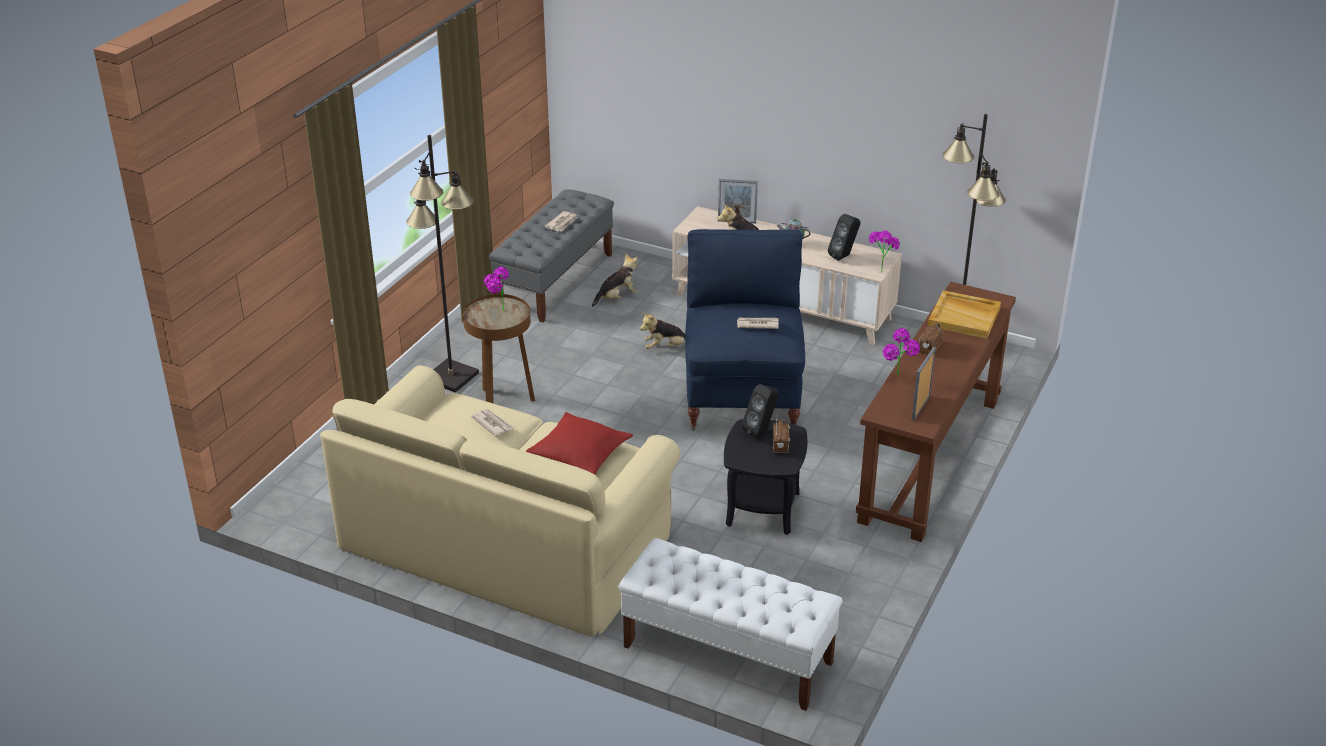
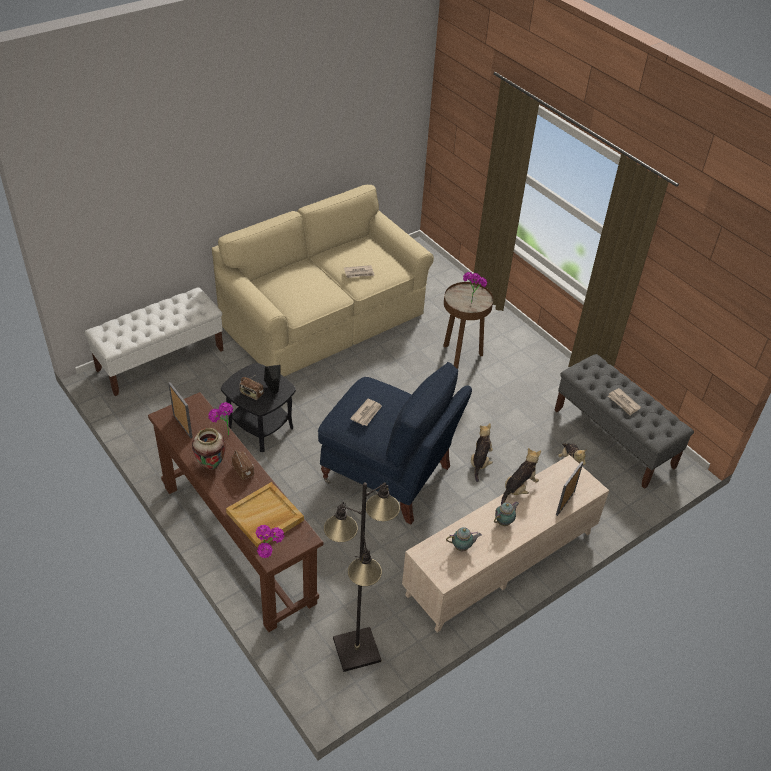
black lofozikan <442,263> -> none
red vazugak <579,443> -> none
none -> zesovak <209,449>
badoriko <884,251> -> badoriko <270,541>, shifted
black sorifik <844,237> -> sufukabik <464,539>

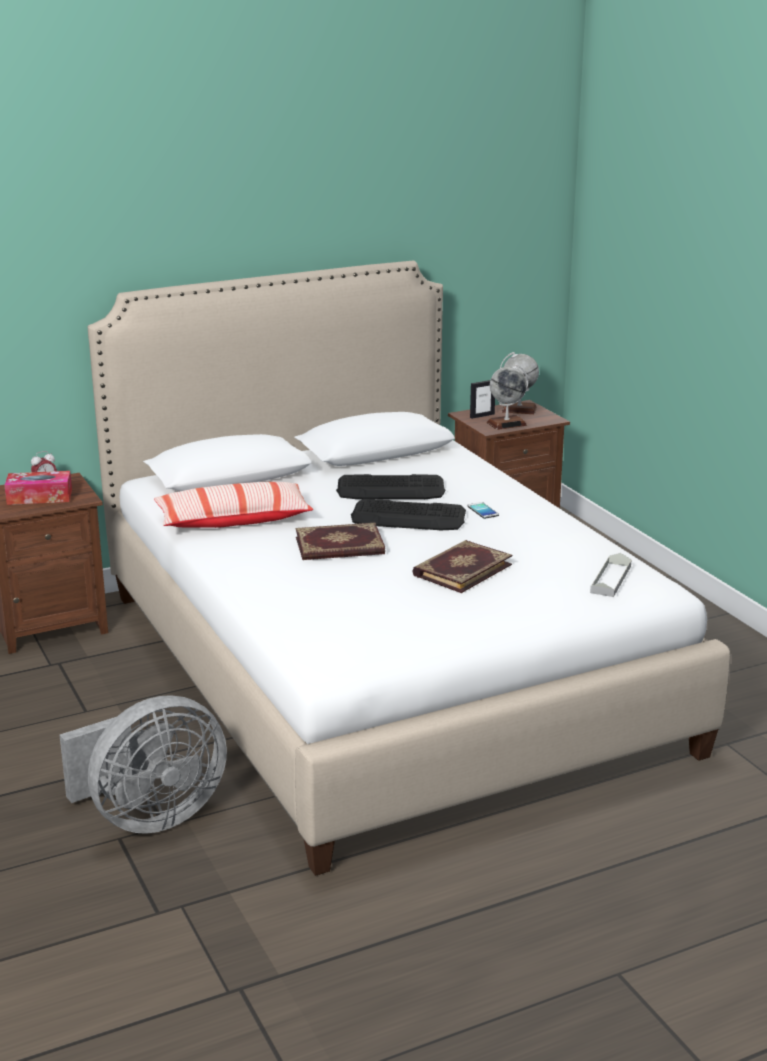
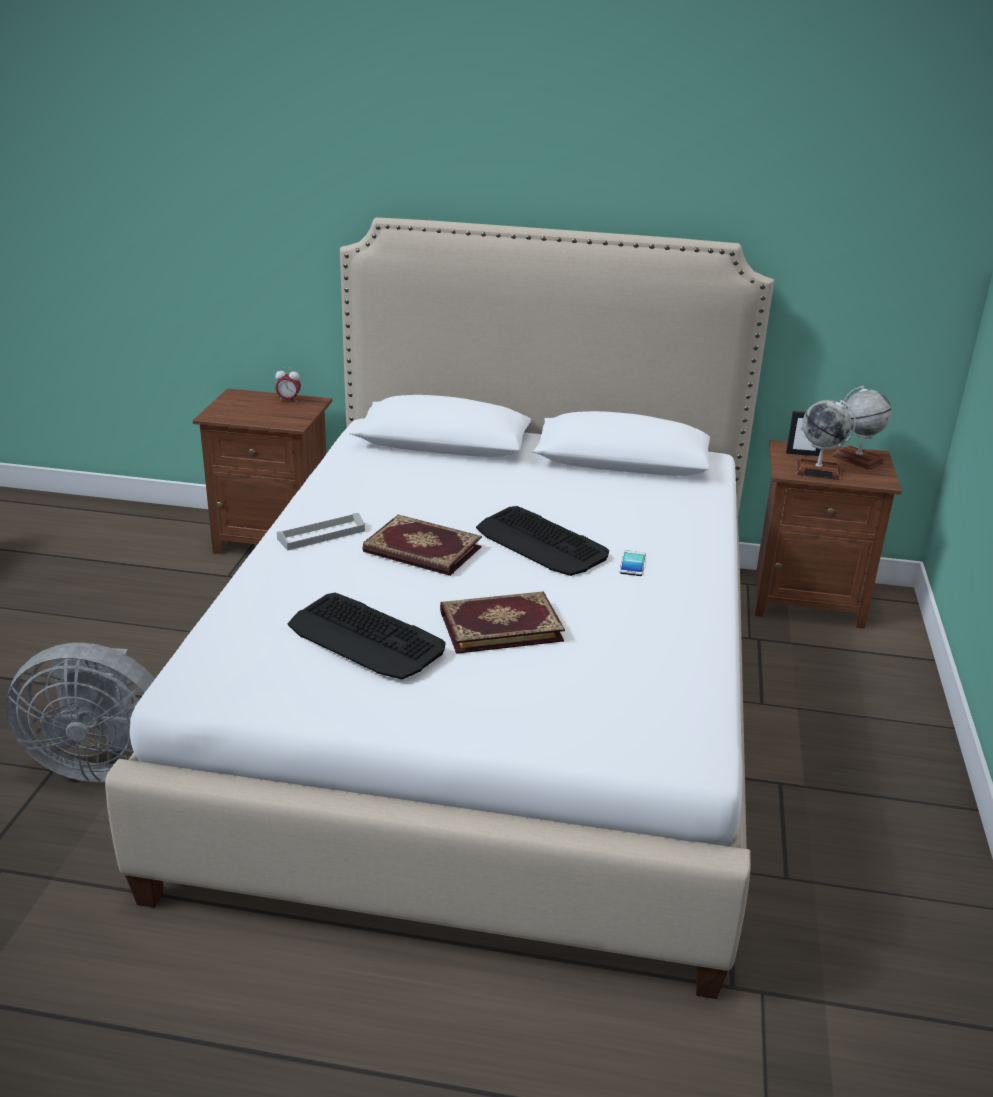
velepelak <38,488> -> none
vazugak <233,505> -> none
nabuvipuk <391,486> -> nabuvipuk <366,636>, shifted
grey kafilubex <611,575> -> grey kafilubex <321,532>, shifted

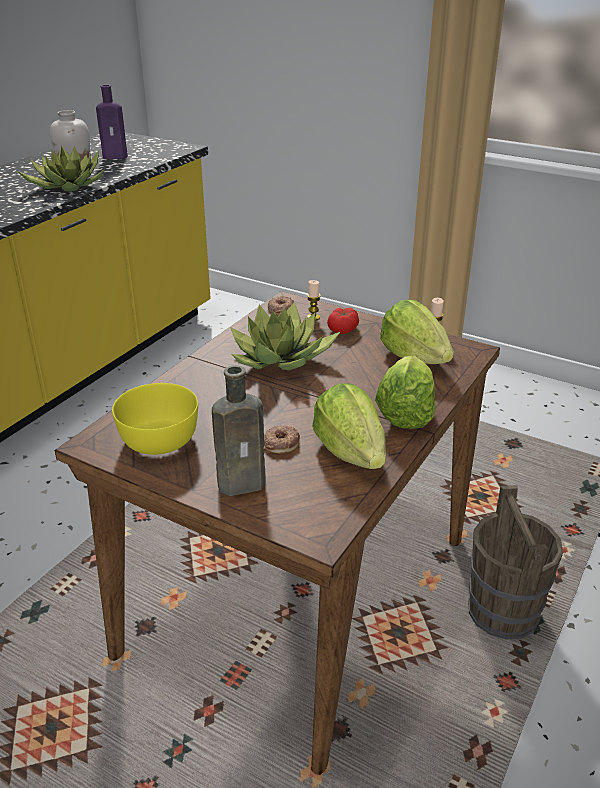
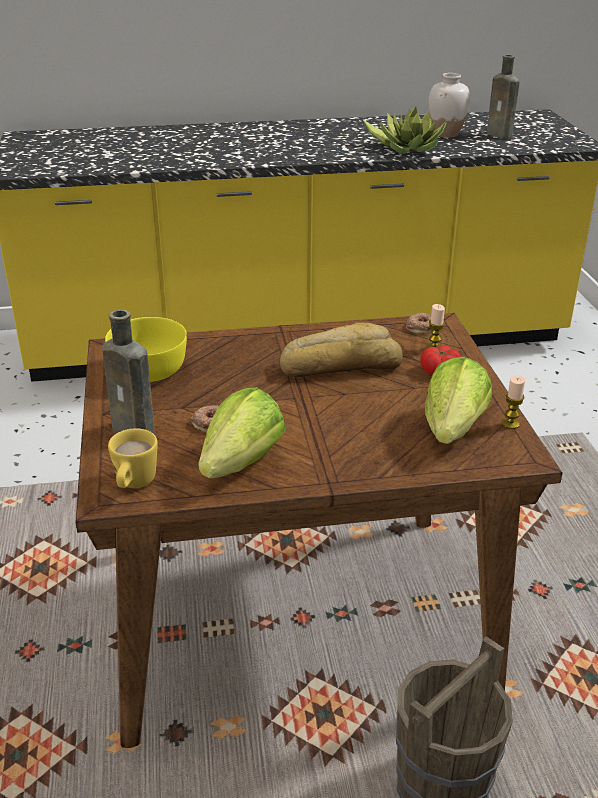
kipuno <405,392> -> none
none -> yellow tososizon <133,458>
badoriko <285,336> -> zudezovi <341,350>
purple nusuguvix <113,122> -> brown nusuguvix <503,96>

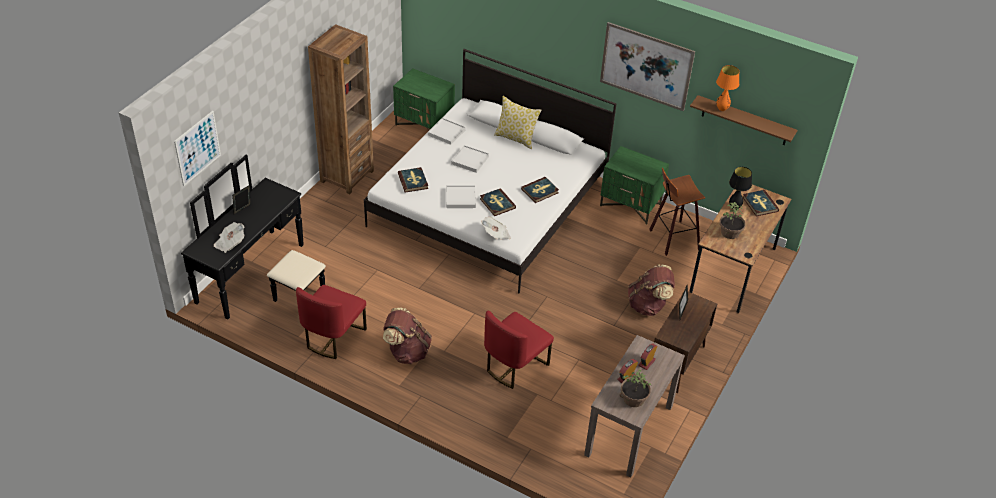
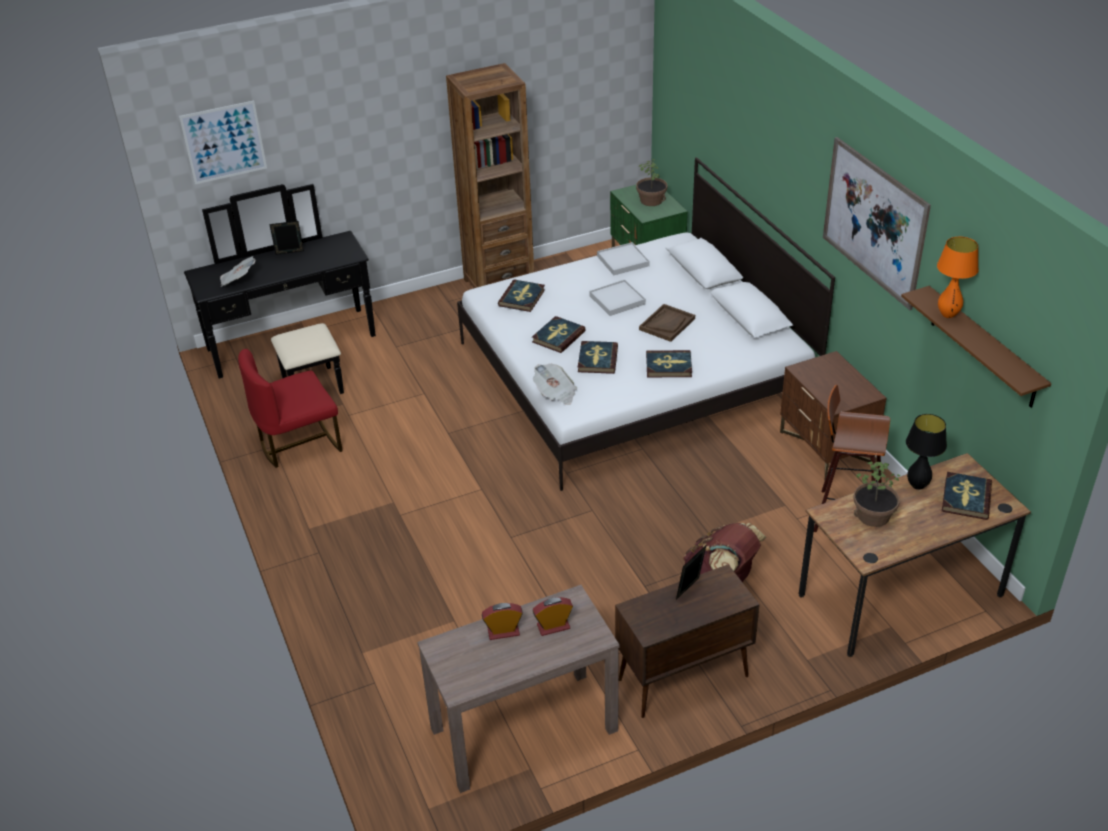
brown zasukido <407,336> -> none
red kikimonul <519,349> -> none
vazugak <517,122> -> none
none -> brown kafilubex <667,323>
badoriko <635,388> -> badoriko <651,182>, shifted
white kafilubex <461,196> -> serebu <559,334>
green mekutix <634,185> -> brown mekutix <833,416>

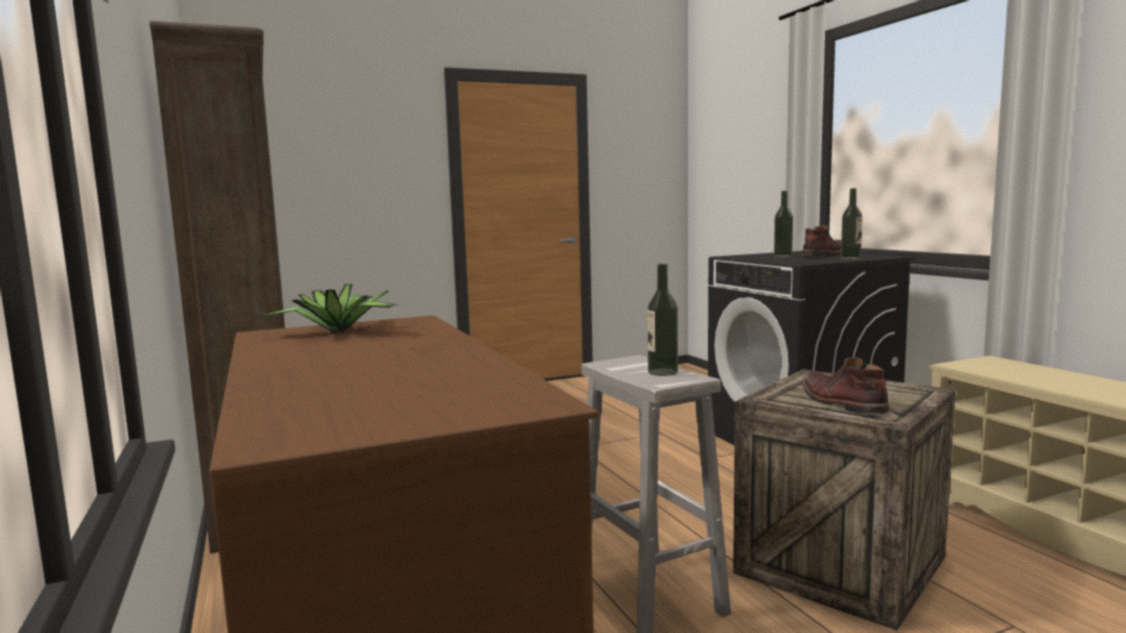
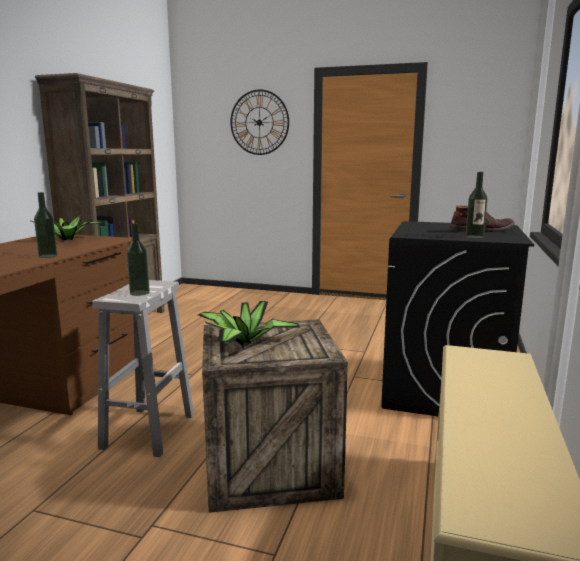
none -> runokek <259,122>
nusuguvix <783,224> -> nusuguvix <46,225>, shifted
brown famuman <846,385> -> badoriko <249,323>

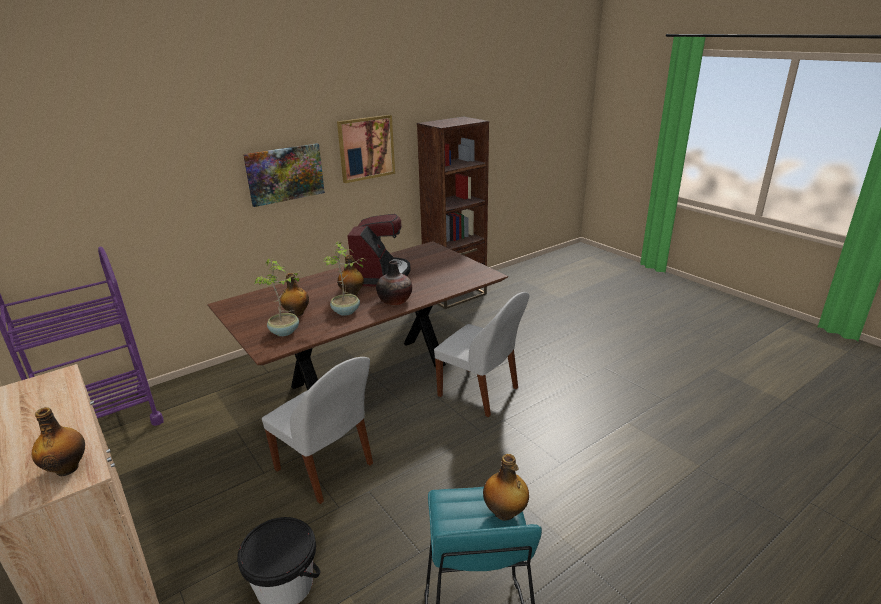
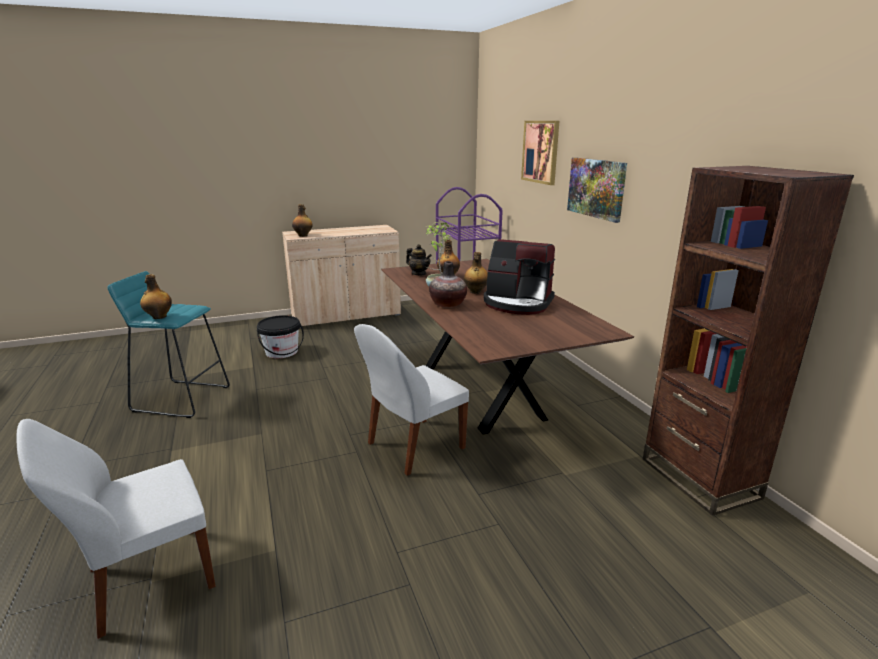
white kikimonul <317,430> -> white kikimonul <116,529>, shifted
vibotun <366,149> -> vibotun <540,153>, shifted
badoriko <278,297> -> sufukabik <419,259>

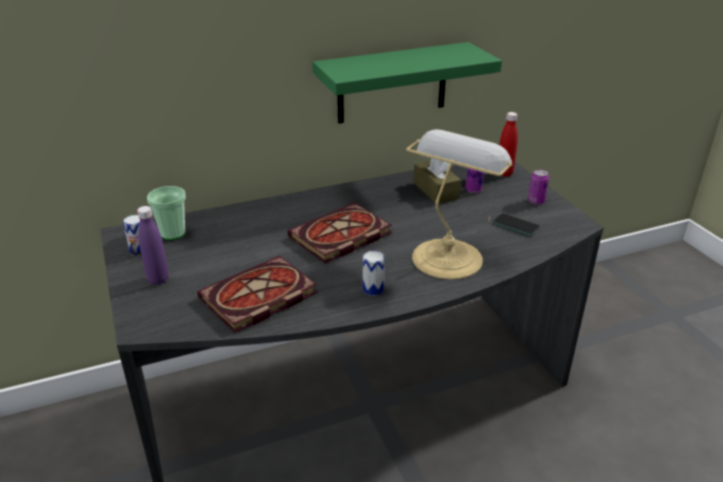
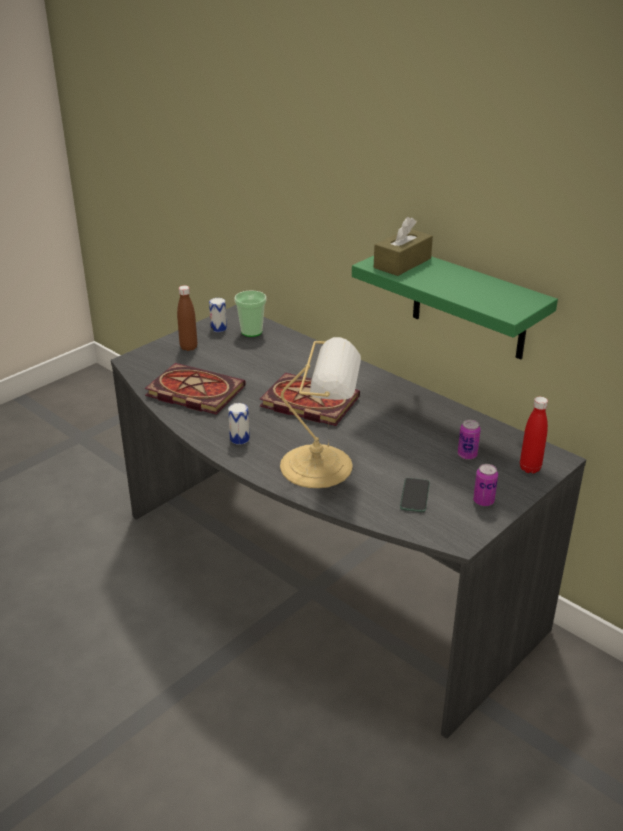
brown velepelak <437,181> -> brown velepelak <403,246>, shifted
purple nusuguvix <153,245> -> brown nusuguvix <187,318>

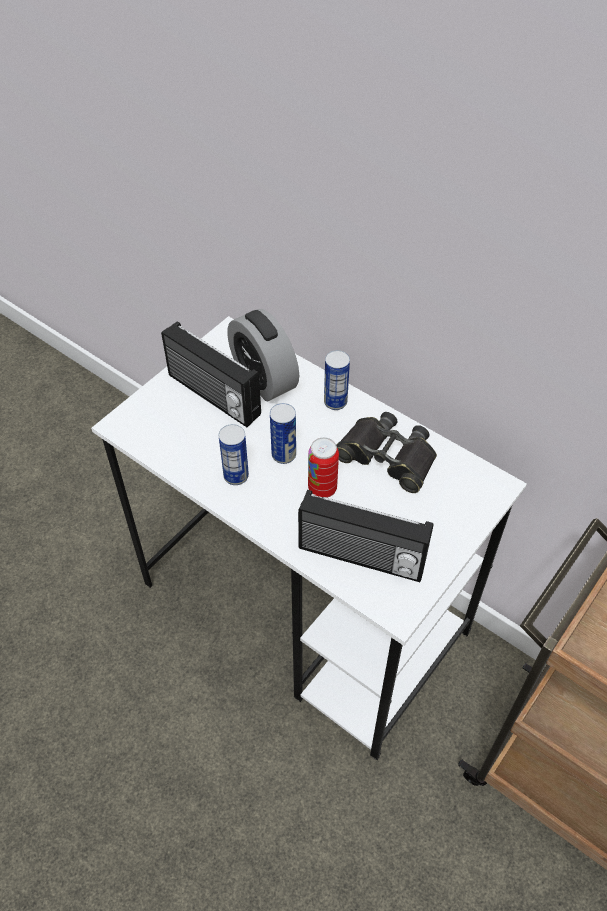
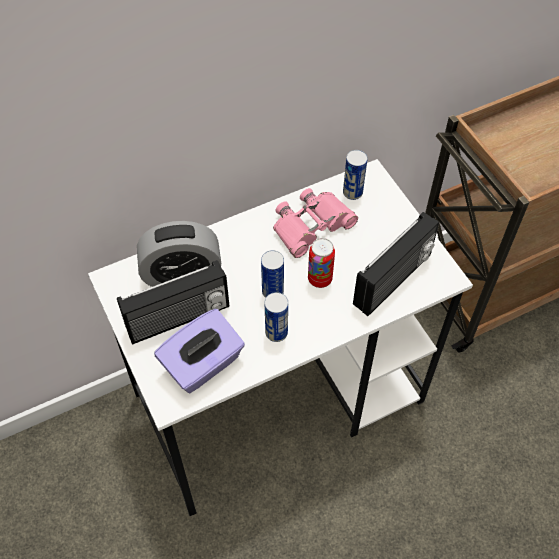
none -> purple velepelak <199,351>
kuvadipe <337,380> -> kuvadipe <355,175>, shifted
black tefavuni <386,452> -> pink tefavuni <315,223>

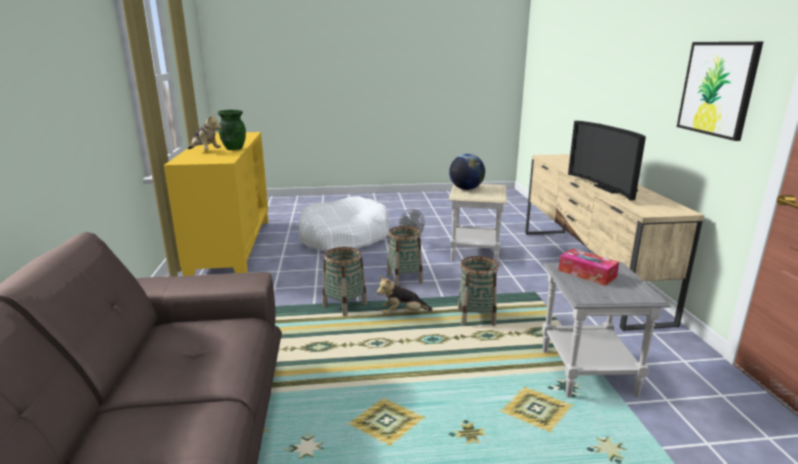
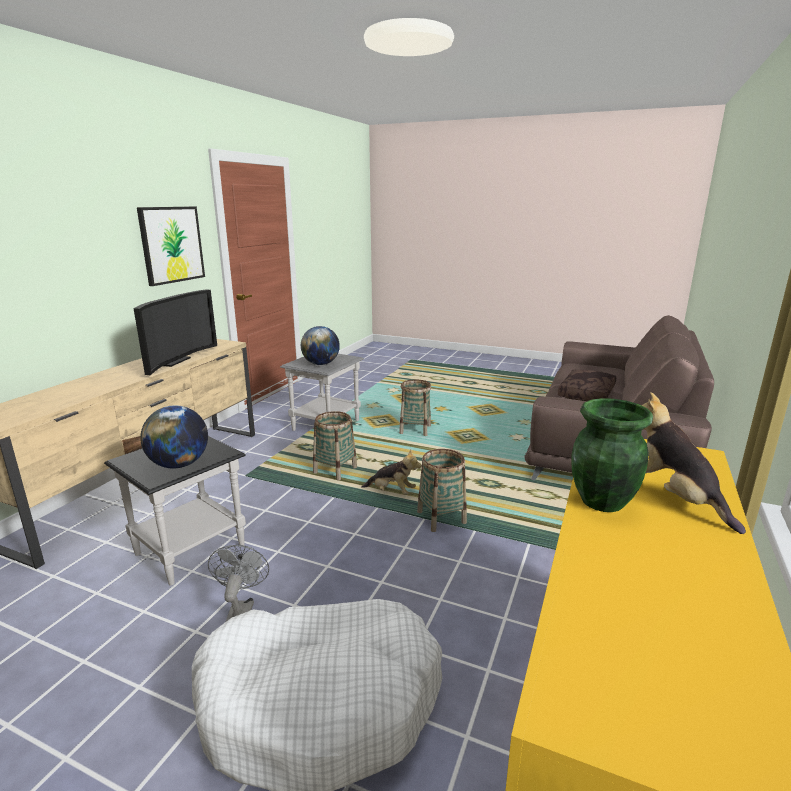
none -> brown vazugak <587,385>
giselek <405,255> -> giselek <415,408>, shifted
velepelak <588,267> -> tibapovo <320,345>
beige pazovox <477,223> -> black pazovox <175,511>

